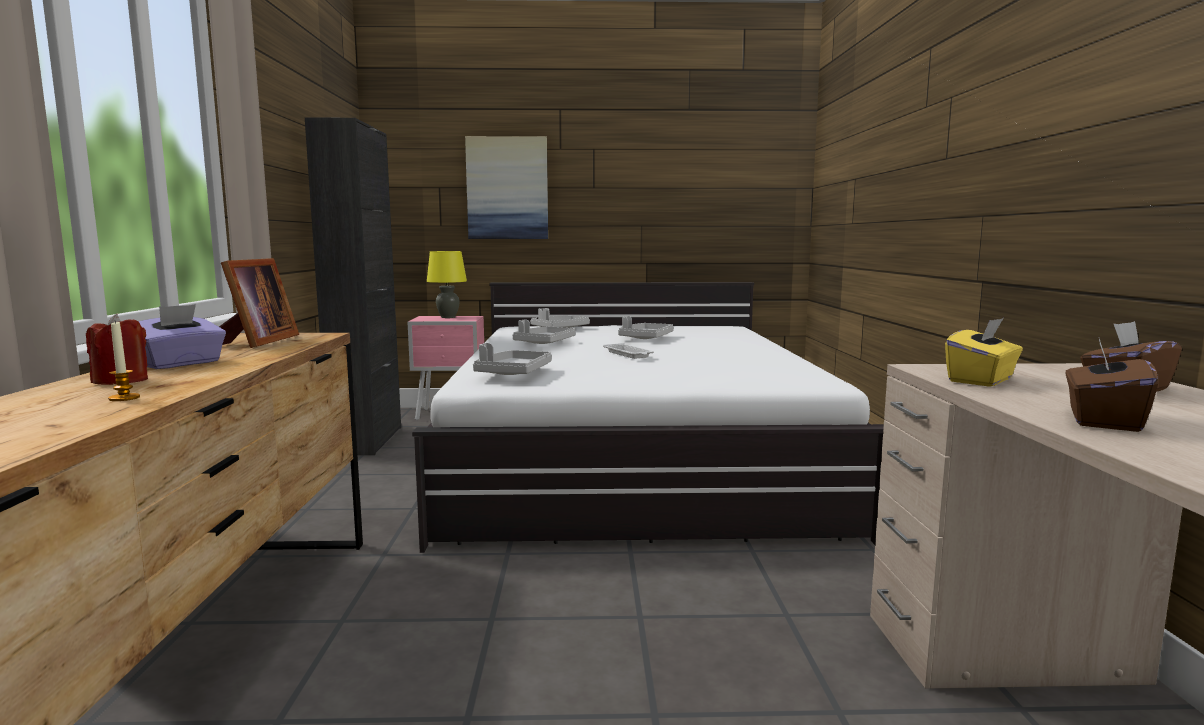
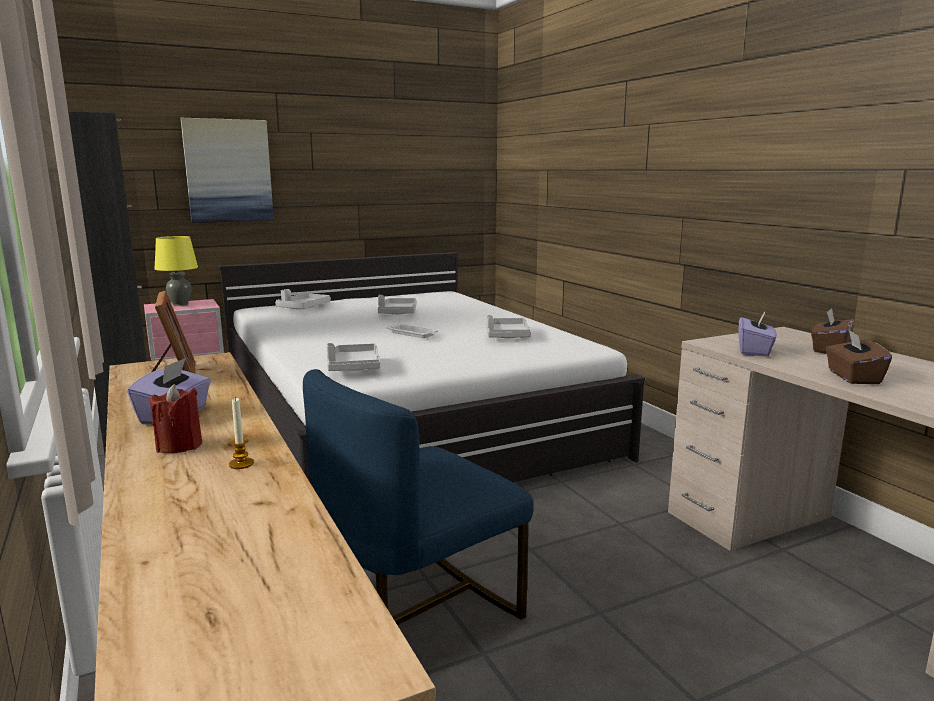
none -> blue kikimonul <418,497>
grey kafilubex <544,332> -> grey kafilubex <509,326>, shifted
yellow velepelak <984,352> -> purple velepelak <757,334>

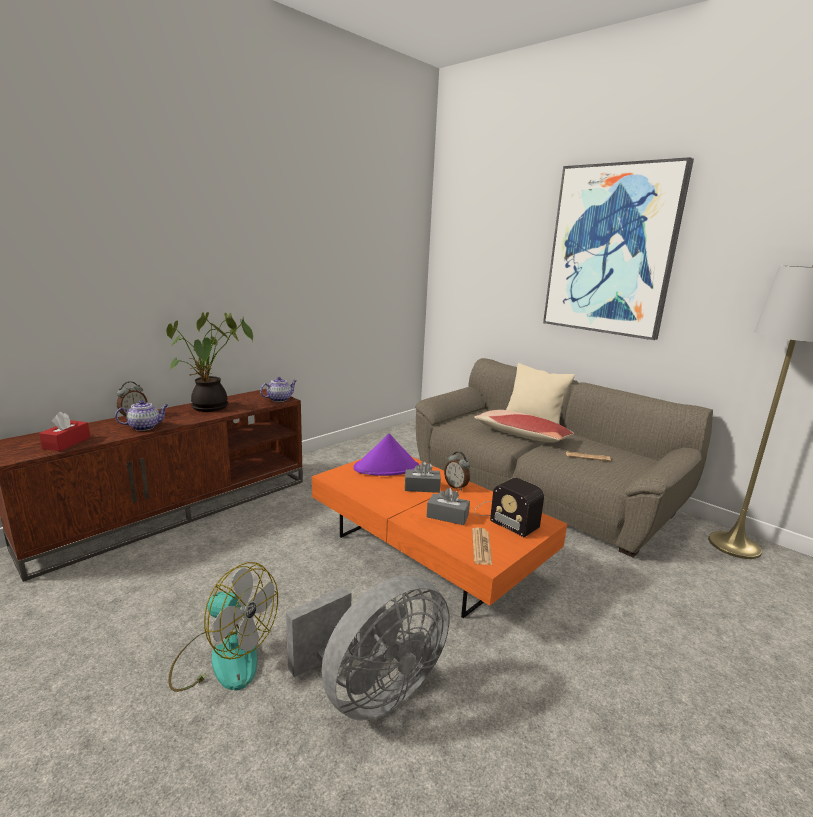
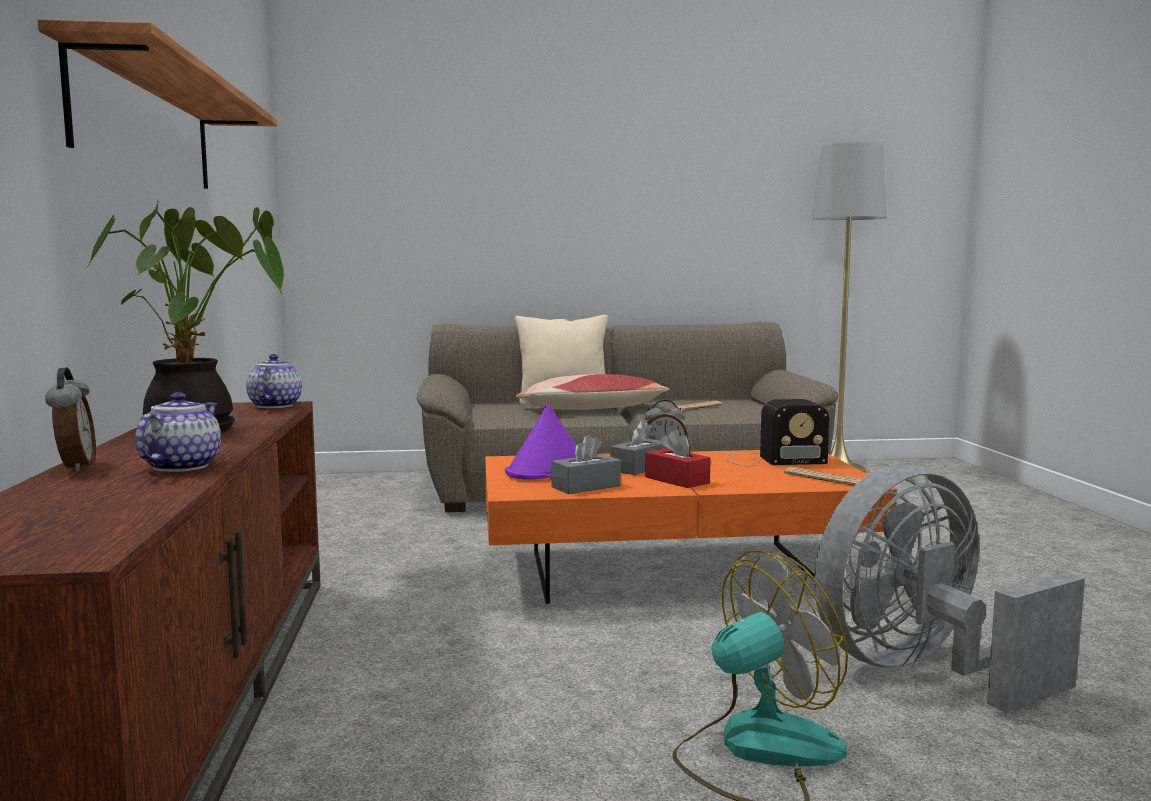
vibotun <618,248> -> none
none -> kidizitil <157,104>
red velepelak <64,431> -> red velepelak <678,459>, shifted
grey velepelak <448,506> -> grey velepelak <586,464>, shifted
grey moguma <367,648> -> grey moguma <949,589>, 120 degrees counterclockwise

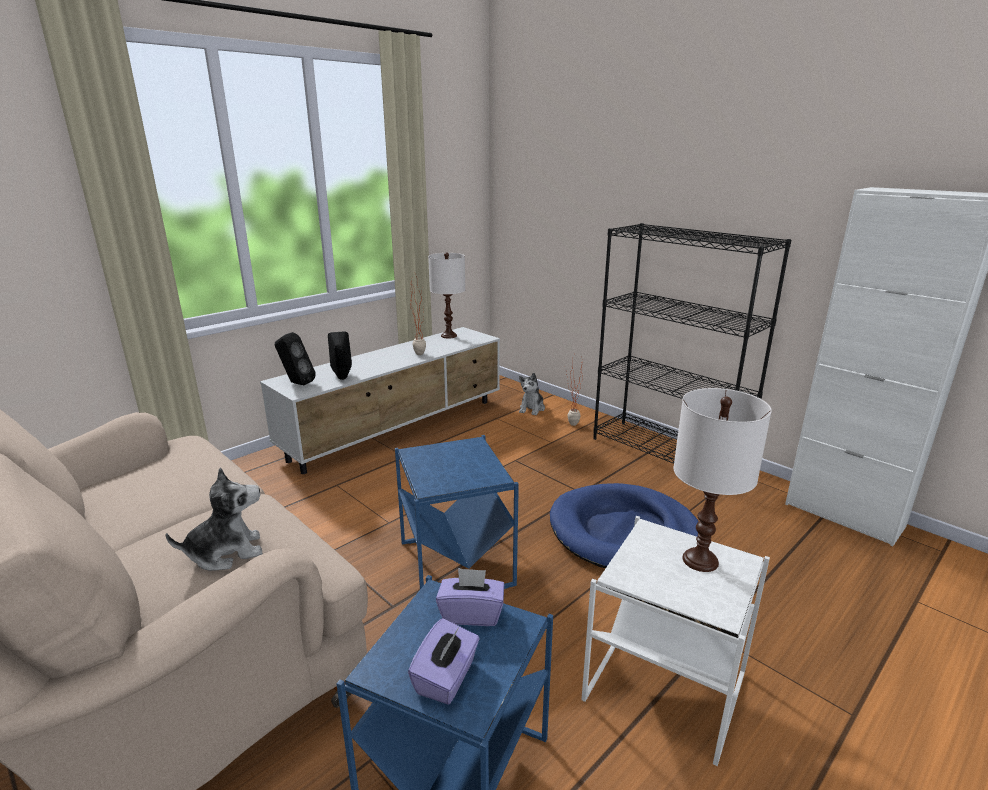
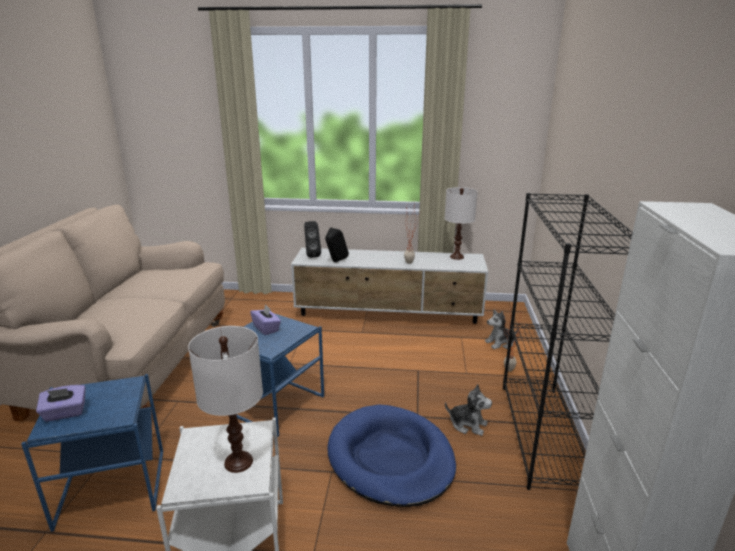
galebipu <214,519> -> galebipu <468,410>, shifted
purple velepelak <470,597> -> purple velepelak <265,319>, shifted

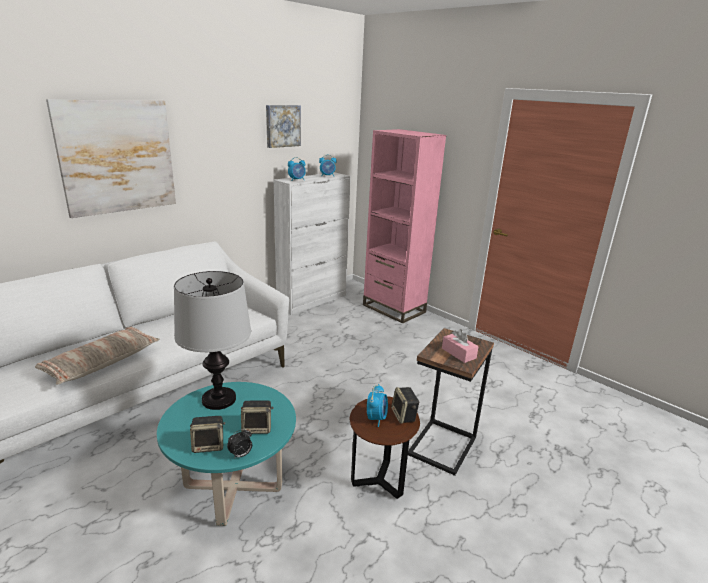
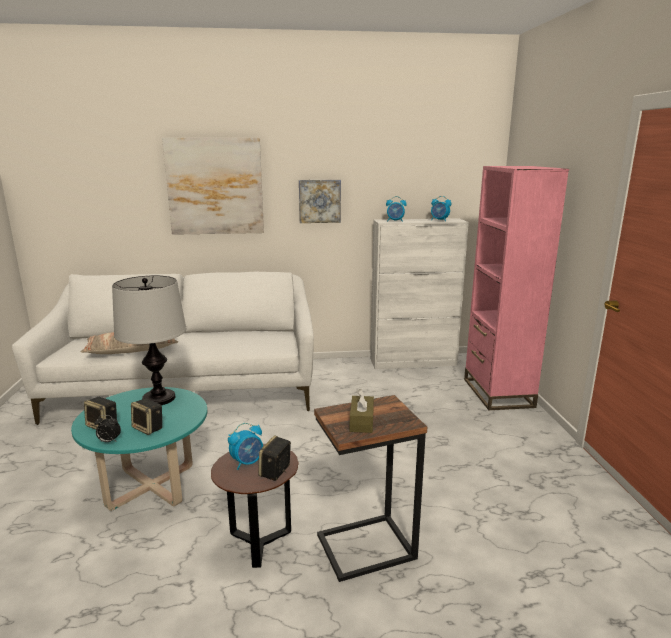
vibotun <283,126> -> vibotun <320,201>, shifted
pink velepelak <460,346> -> brown velepelak <362,411>

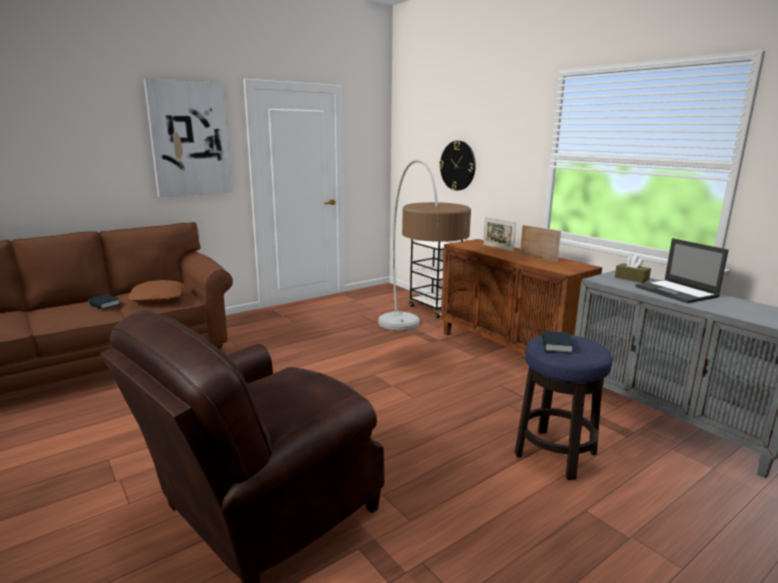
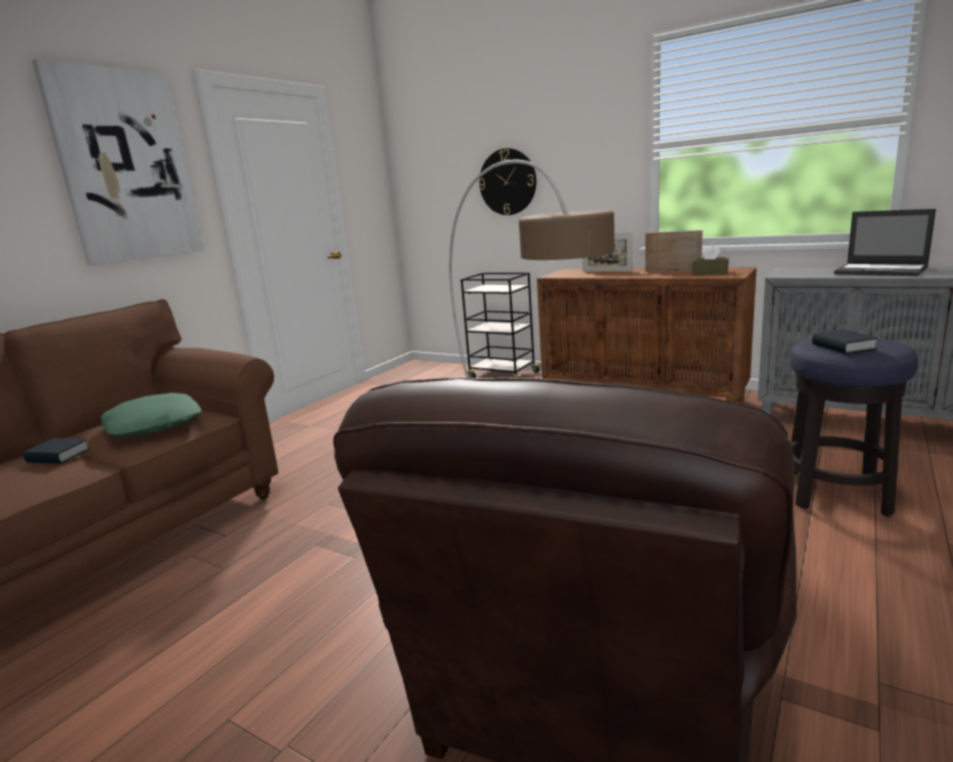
brown velepelak <633,269> -> brown velepelak <710,259>, shifted
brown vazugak <156,291> -> green vazugak <151,414>

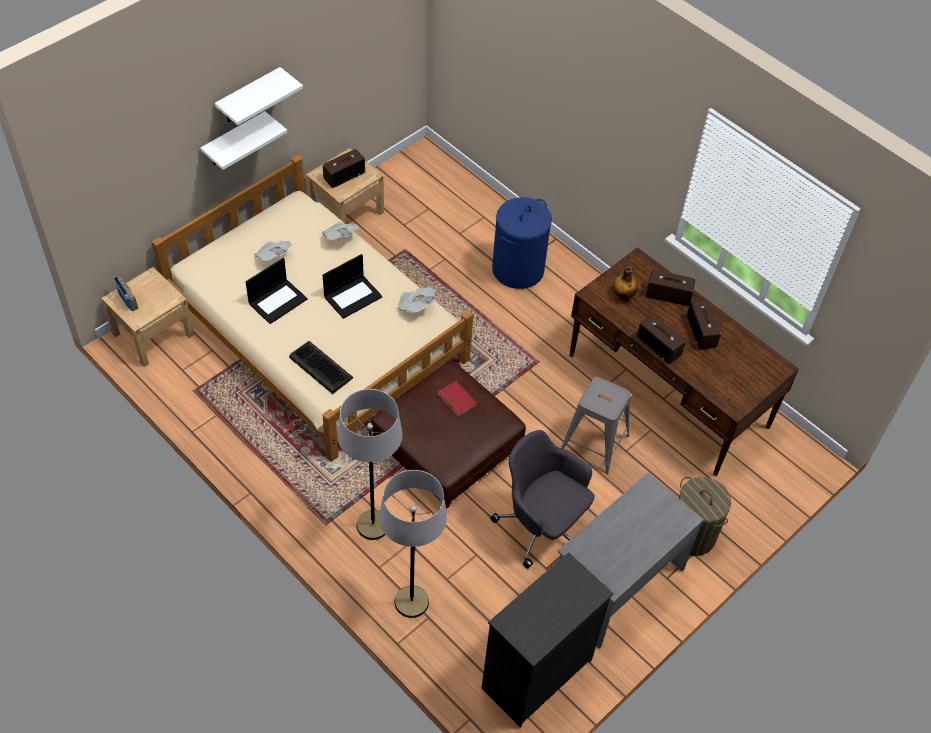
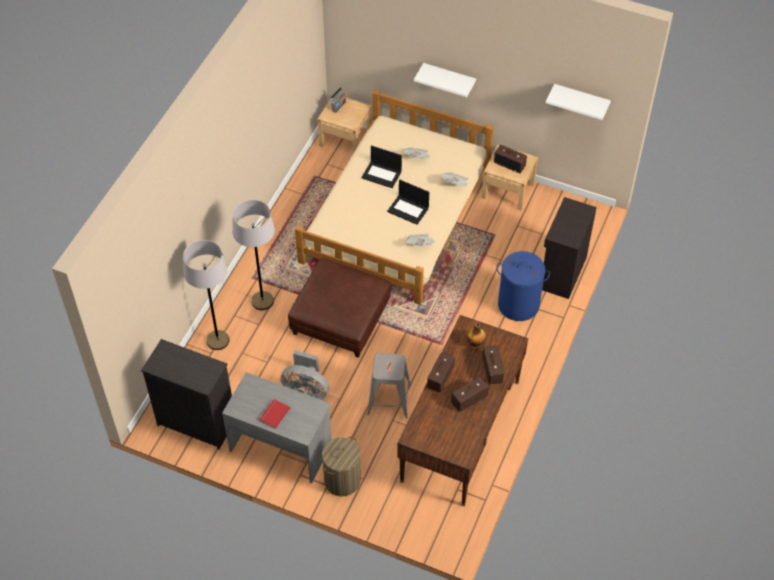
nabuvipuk <321,367> -> none
none -> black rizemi <569,248>
white kidizitil <259,96> -> white kidizitil <578,102>, shifted
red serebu <457,399> -> red serebu <274,414>, shifted
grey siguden <542,499> -> grey moguma <304,375>

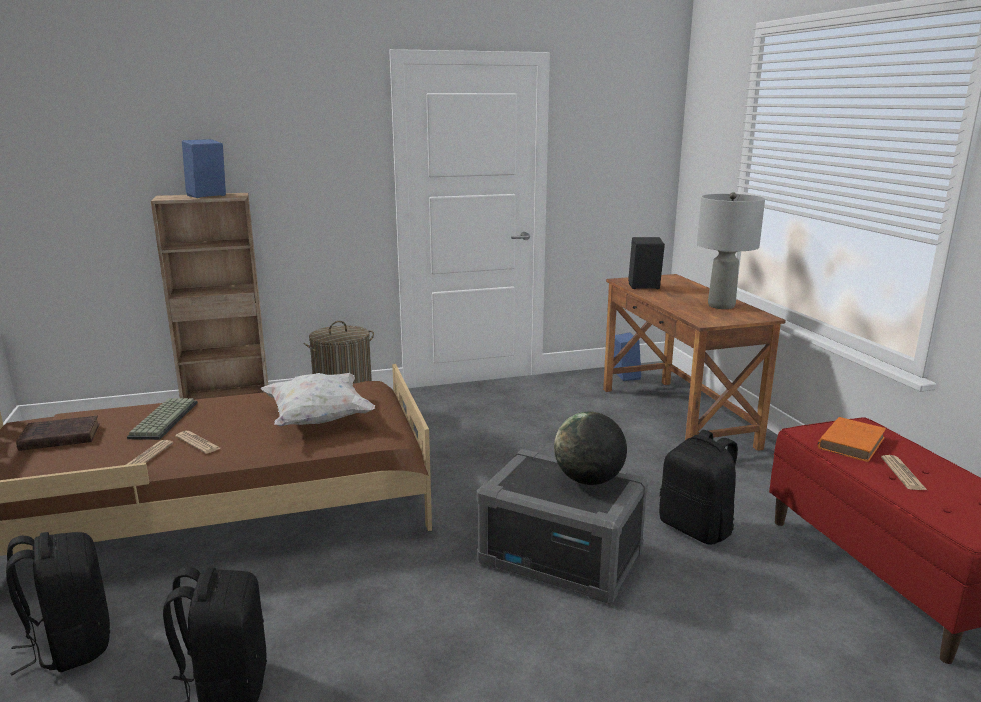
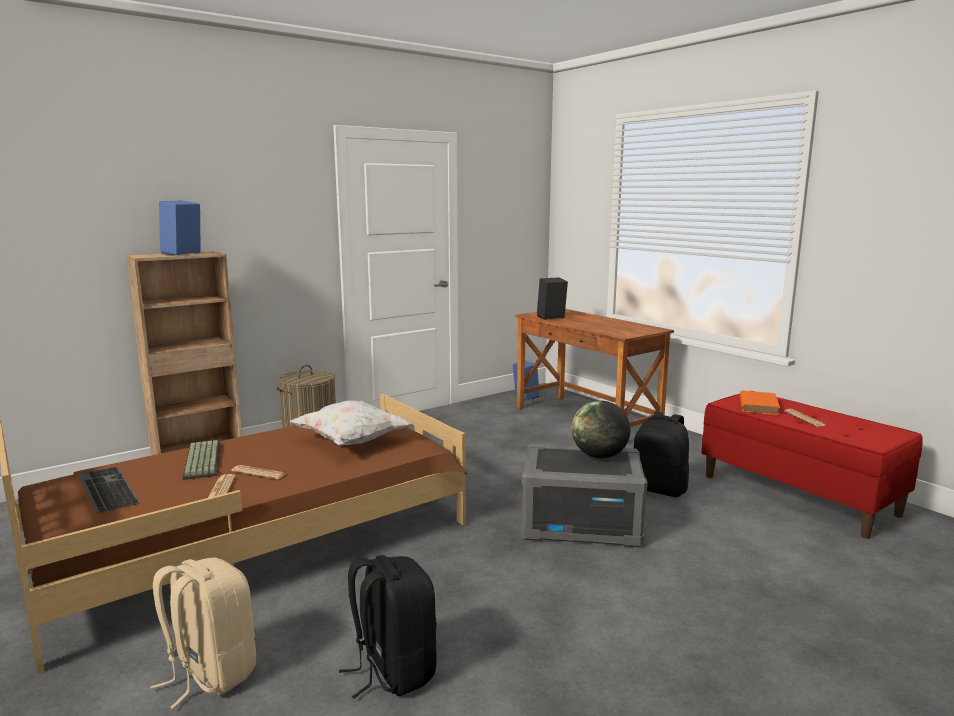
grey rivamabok <731,250> -> none
brown serebu <57,433> -> nabuvipuk <109,489>
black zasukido <58,603> -> beige zasukido <203,633>

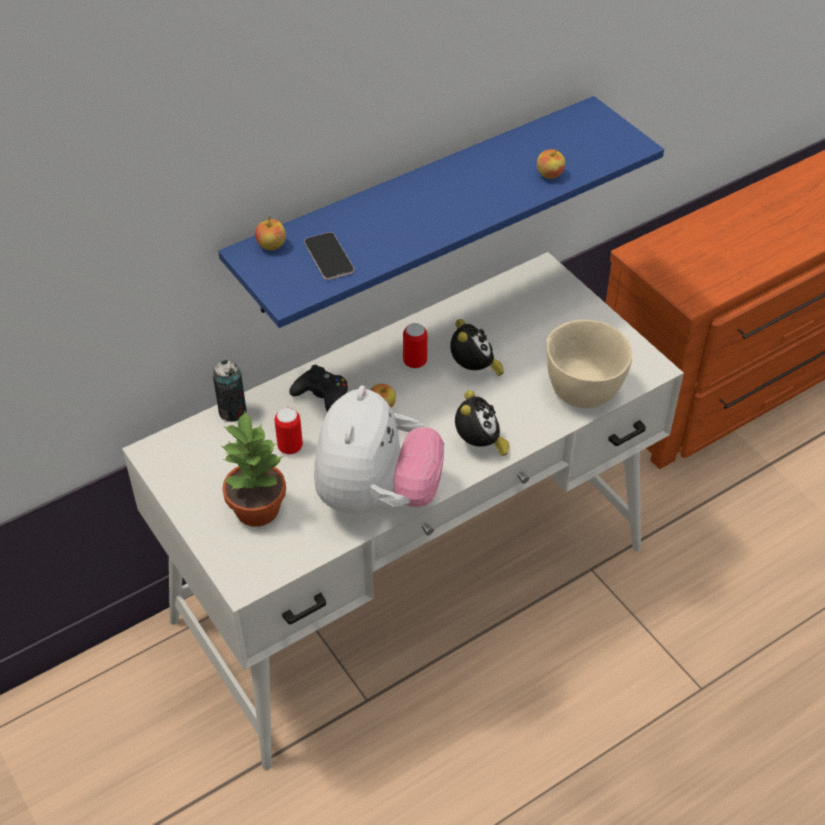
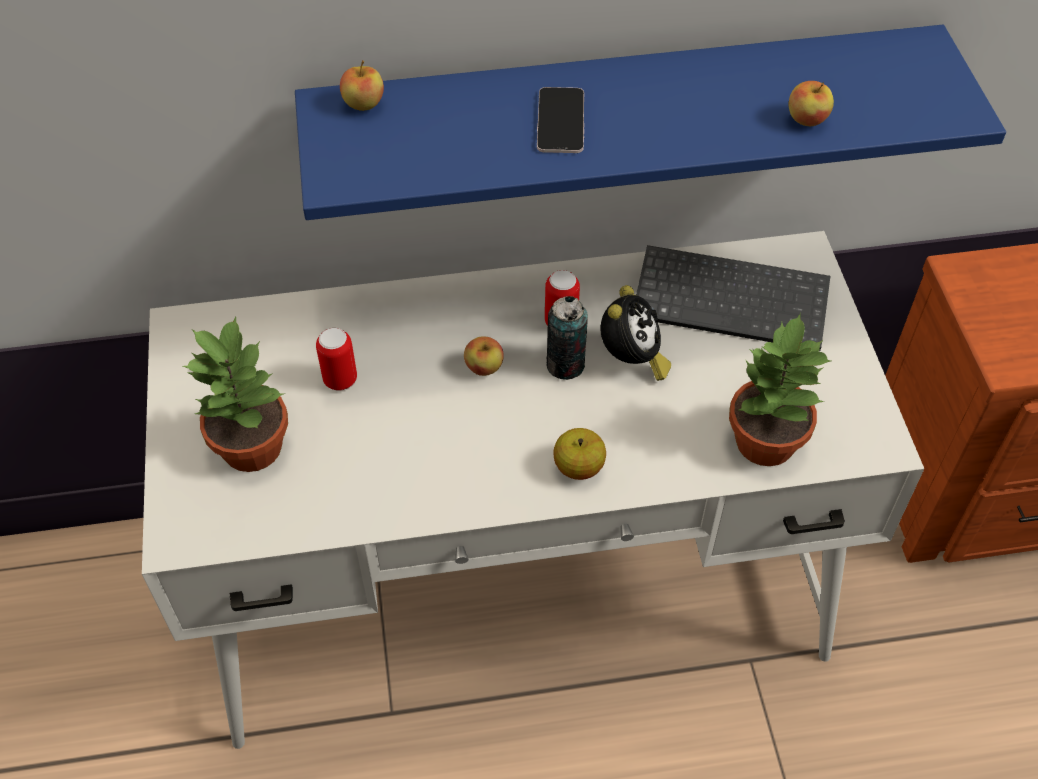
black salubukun <318,388> -> none
galebipu <379,449> -> none
none -> nabuvipuk <733,298>
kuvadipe <230,391> -> kuvadipe <567,338>, shifted
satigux <329,256> -> satigux <560,120>, shifted
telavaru <482,423> -> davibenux <579,454>
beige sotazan <589,364> -> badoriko <780,389>

